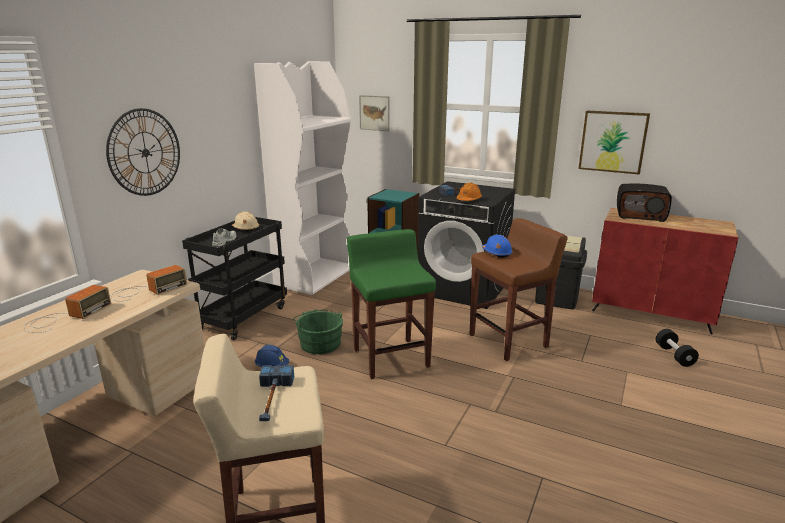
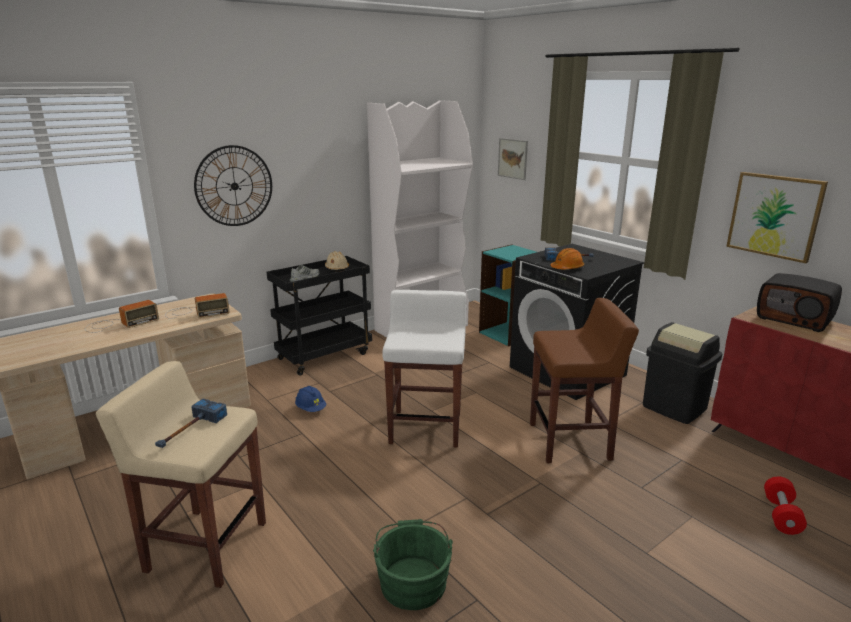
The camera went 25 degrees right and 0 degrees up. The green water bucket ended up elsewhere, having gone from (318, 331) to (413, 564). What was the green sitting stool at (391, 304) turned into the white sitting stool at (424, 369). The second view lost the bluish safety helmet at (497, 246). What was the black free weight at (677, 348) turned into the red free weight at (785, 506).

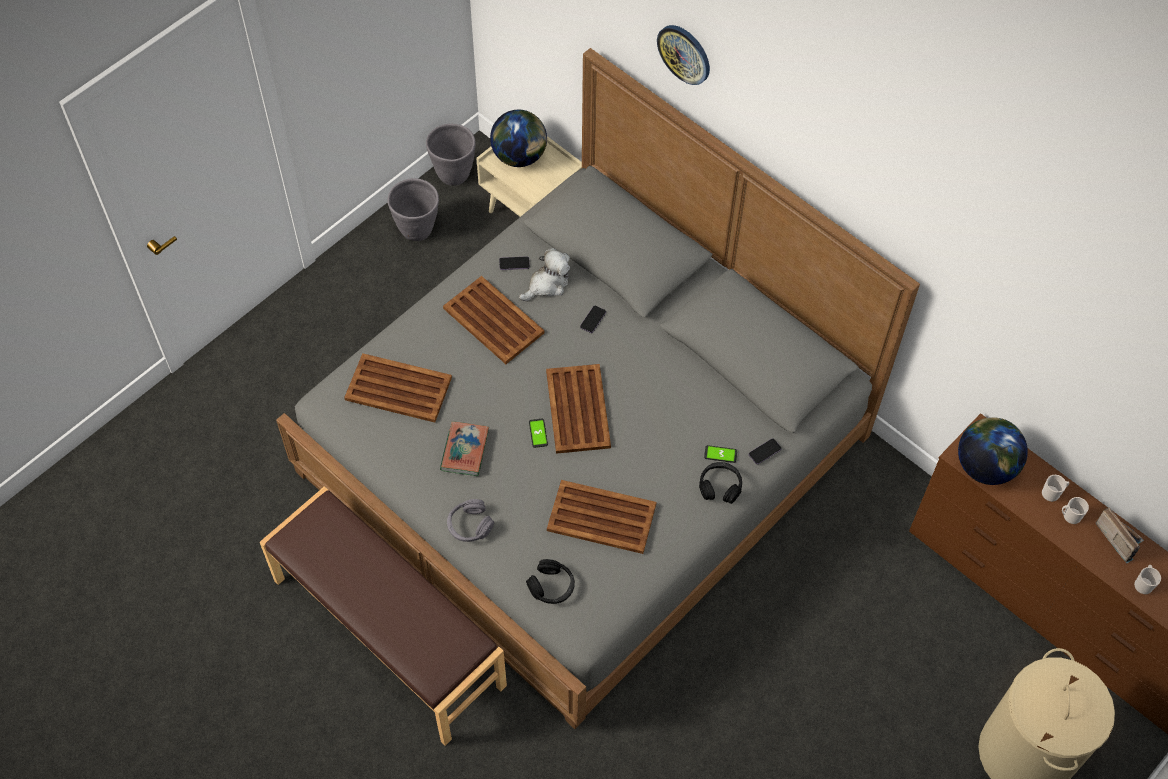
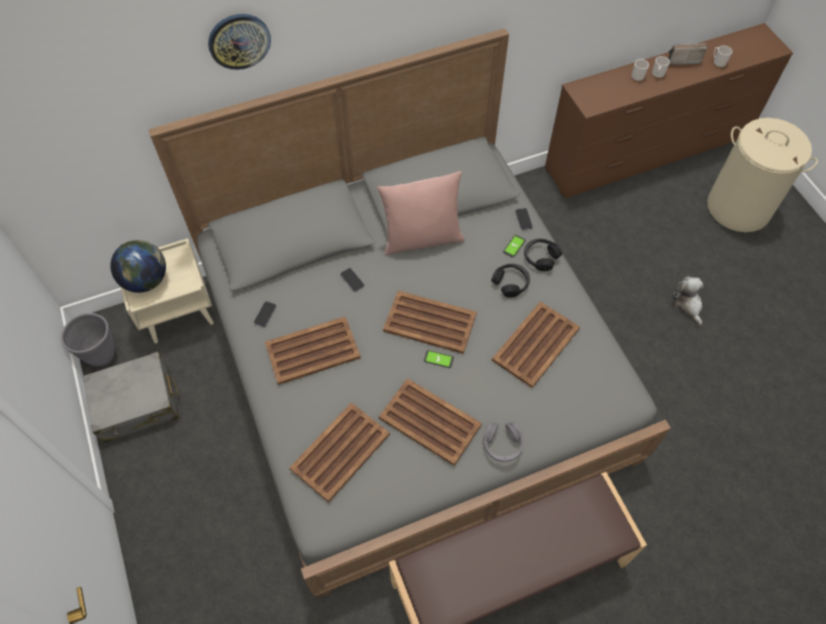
The camera went 65 degrees left and 0 degrees up. Where the greyish plant pot stood at (413, 209), the greyish suitcase came to stand at (131, 397). Where the volume stood at (464, 448), the brownish carrying tray came to stand at (430, 422). The soft toy ended up elsewhere, having gone from (544, 274) to (688, 301). The black headset ended up elsewhere, having gone from (550, 581) to (510, 281). The second view lost the globe at (993, 451). The second view gained the pink-coloured cushion at (421, 213).

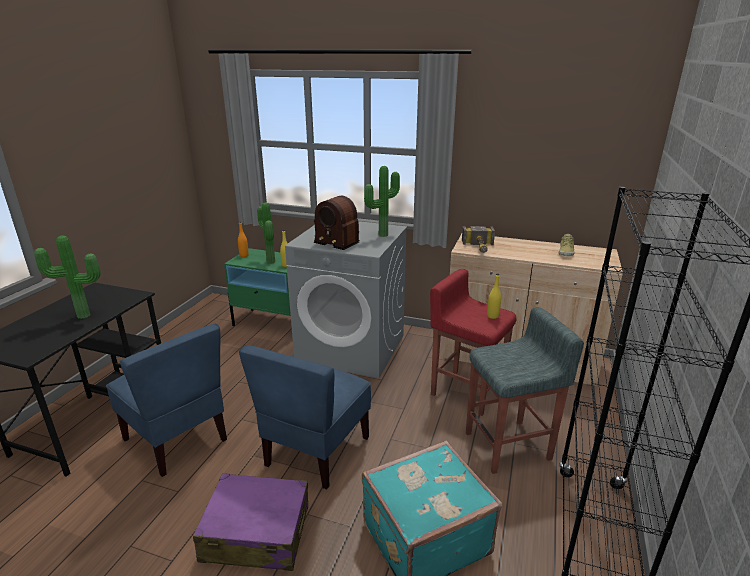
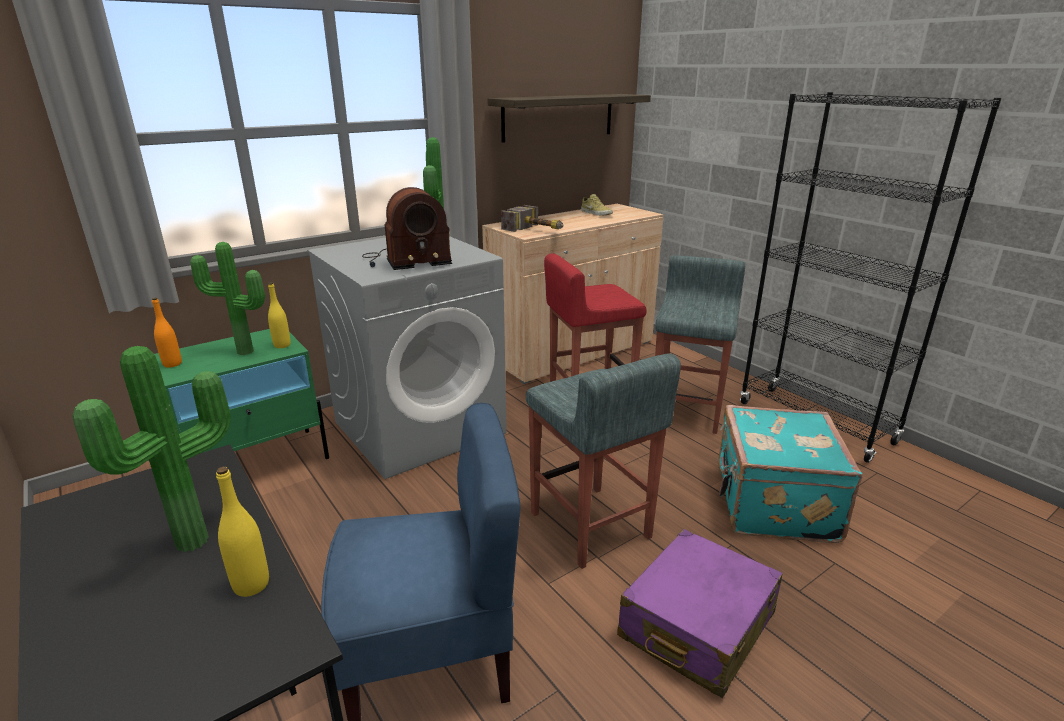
The camera went 55 degrees left and 0 degrees up. Where the bluish chair stood at (305, 417), the greyish sitting stool came to stand at (603, 461). The yellowish beverage bottle ended up elsewhere, having gone from (494, 296) to (242, 532). The second view gained the wall shelf at (569, 118).

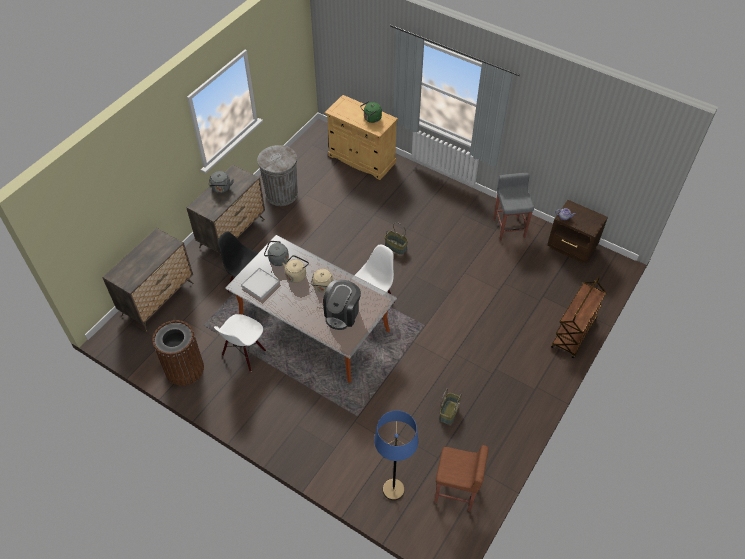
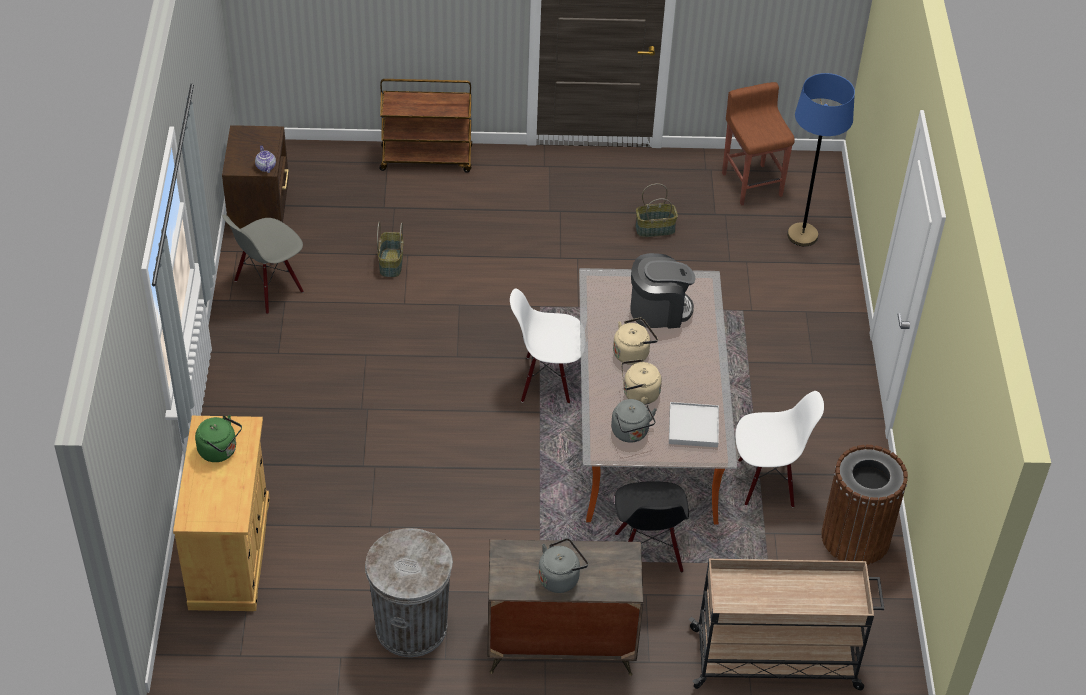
The camera went 125 degrees left and 5 degrees down. Where the drawer chest stood at (148, 279), the beige-coloured cart came to stand at (786, 624). The storage basket ended up elsewhere, having gone from (396, 238) to (390, 249). Where the greyish sitting stool stood at (513, 207), the greyish chair came to stand at (263, 264).

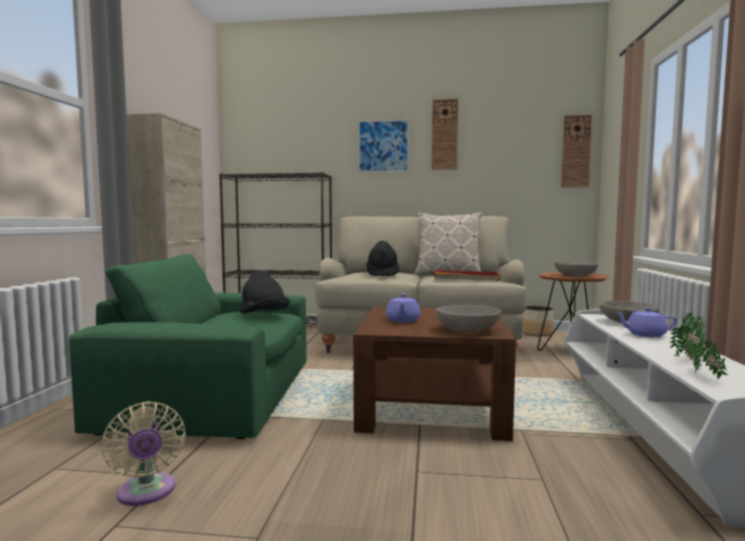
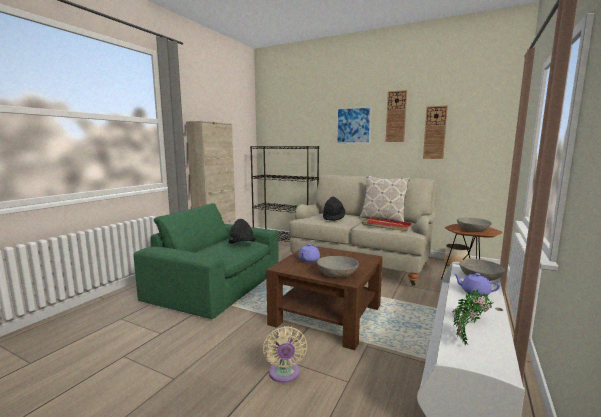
The camera went 20 degrees right and 5 degrees up. The beige-coloured electric fan ended up elsewhere, having gone from (143, 453) to (285, 354). The hanging clock ended up elsewhere, having gone from (576, 150) to (435, 132).

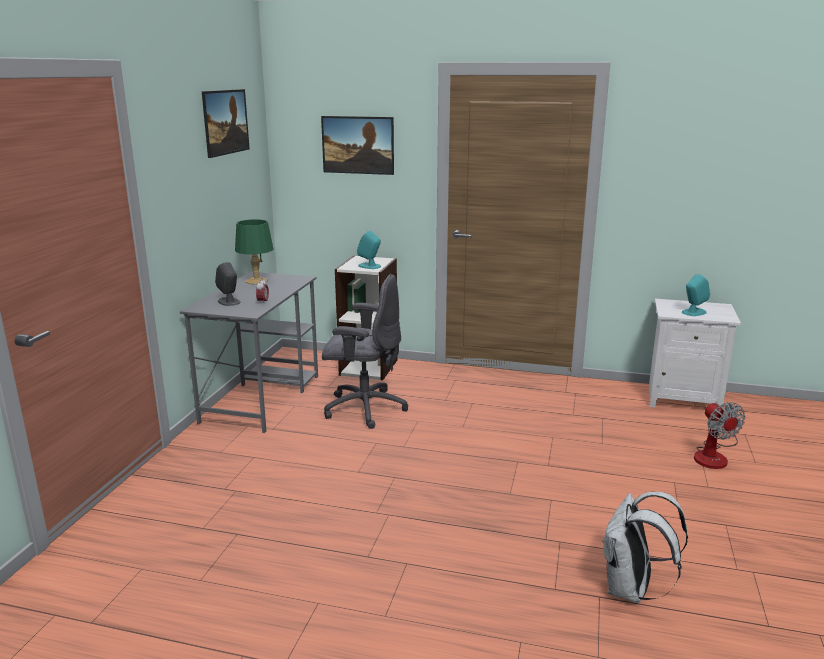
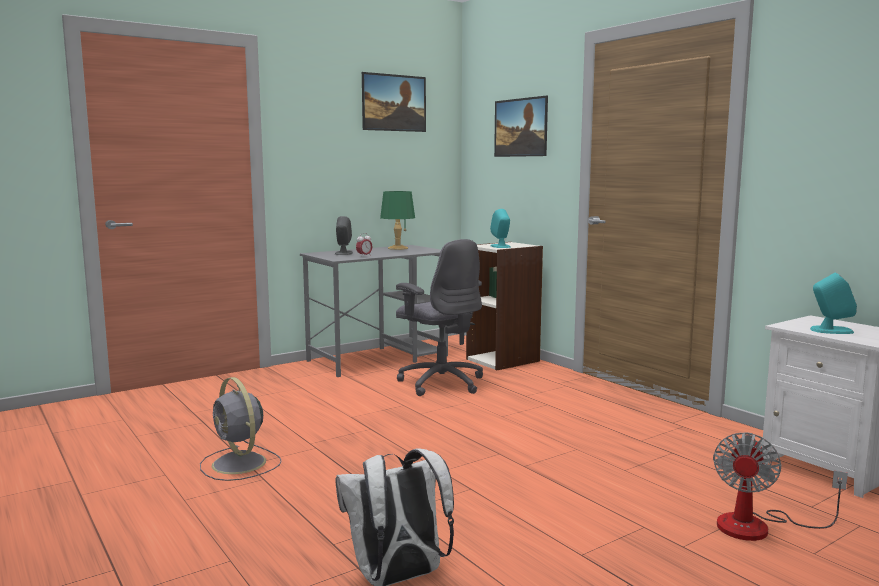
The camera went 40 degrees right and 10 degrees down. The second view gained the greyish electric fan at (241, 429).

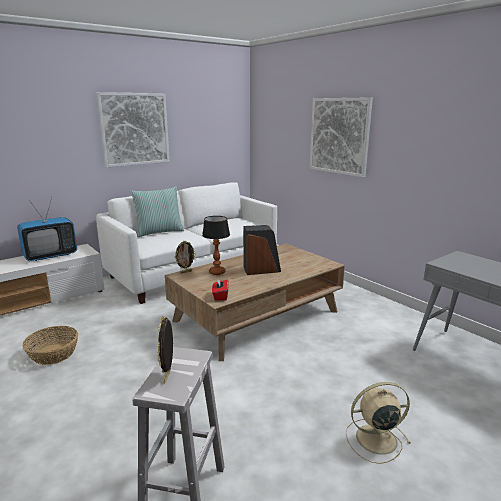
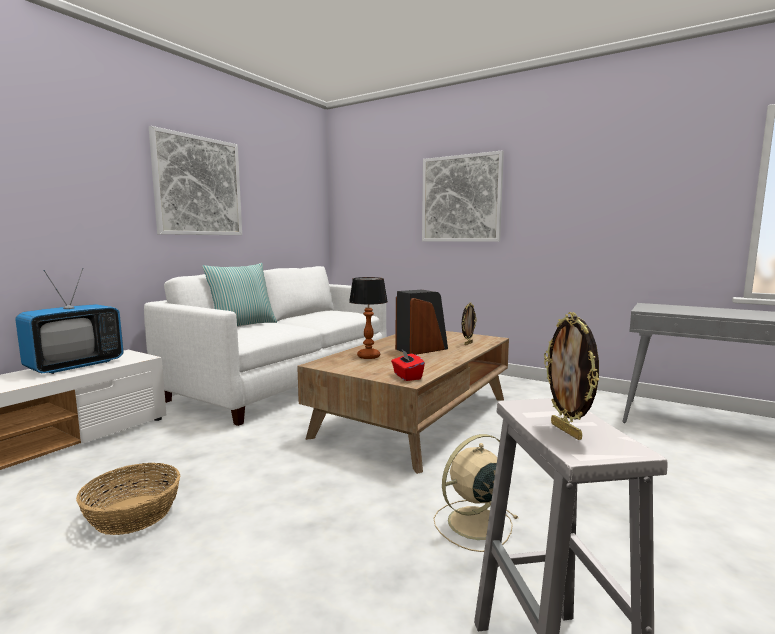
The camera went 20 degrees left and 10 degrees down. The picture frame ended up elsewhere, having gone from (185, 257) to (469, 324). The beige-coloured electric fan ended up elsewhere, having gone from (378, 423) to (476, 493).

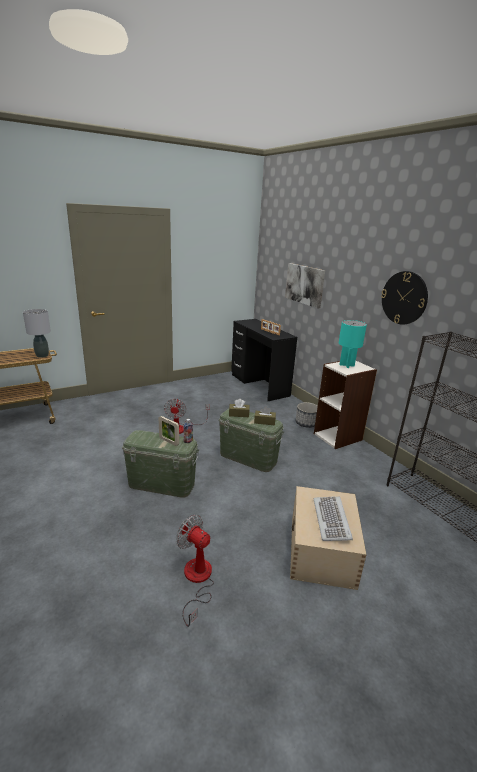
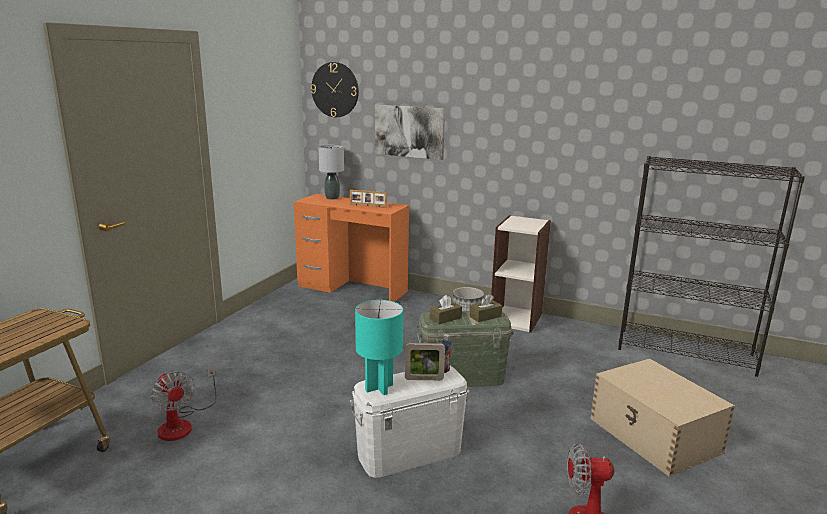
The camera went 35 degrees left and 5 degrees down. The greyish lamp for a table ended up elsewhere, having gone from (37, 333) to (331, 172). What was the green storage bin at (160, 464) turned into the white storage bin at (409, 422). The electric fan ended up elsewhere, having gone from (187, 416) to (184, 403). What was the black desk unit at (264, 360) turned into the orange desk unit at (351, 248). The second view lost the PC keyboard at (333, 518). The turquoise-coloured lamp for a table ended up elsewhere, having gone from (353, 344) to (379, 347). The hanging clock ended up elsewhere, having gone from (404, 298) to (335, 89).

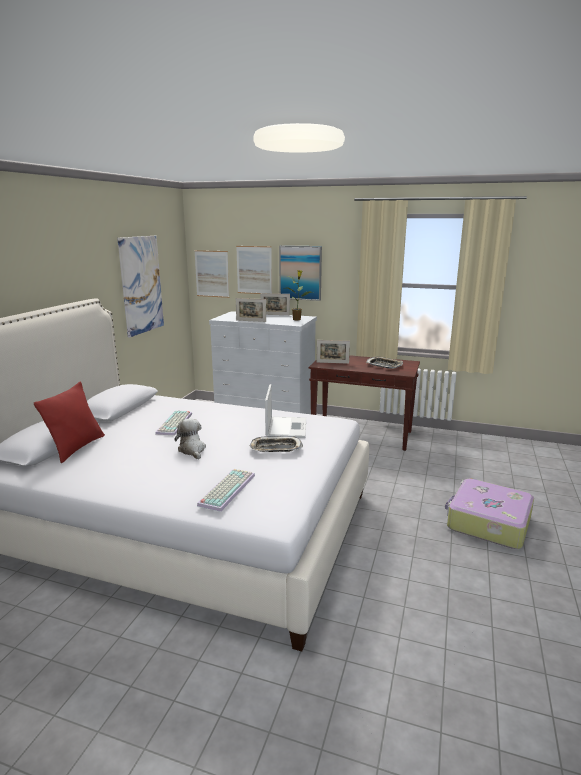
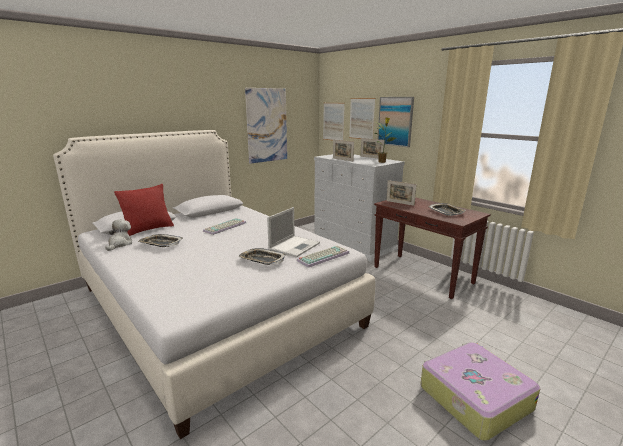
The camera went 30 degrees right and 0 degrees up. The soft toy ended up elsewhere, having gone from (190, 439) to (118, 235). The PC keyboard ended up elsewhere, having gone from (226, 490) to (323, 257). The second view gained the carrying tray at (160, 240).

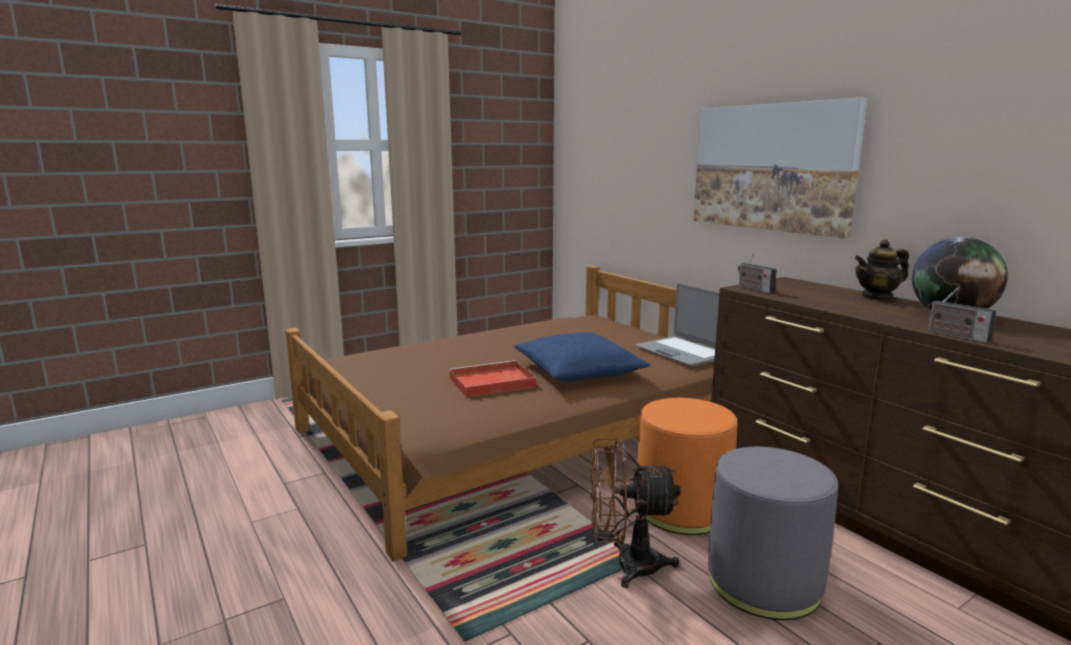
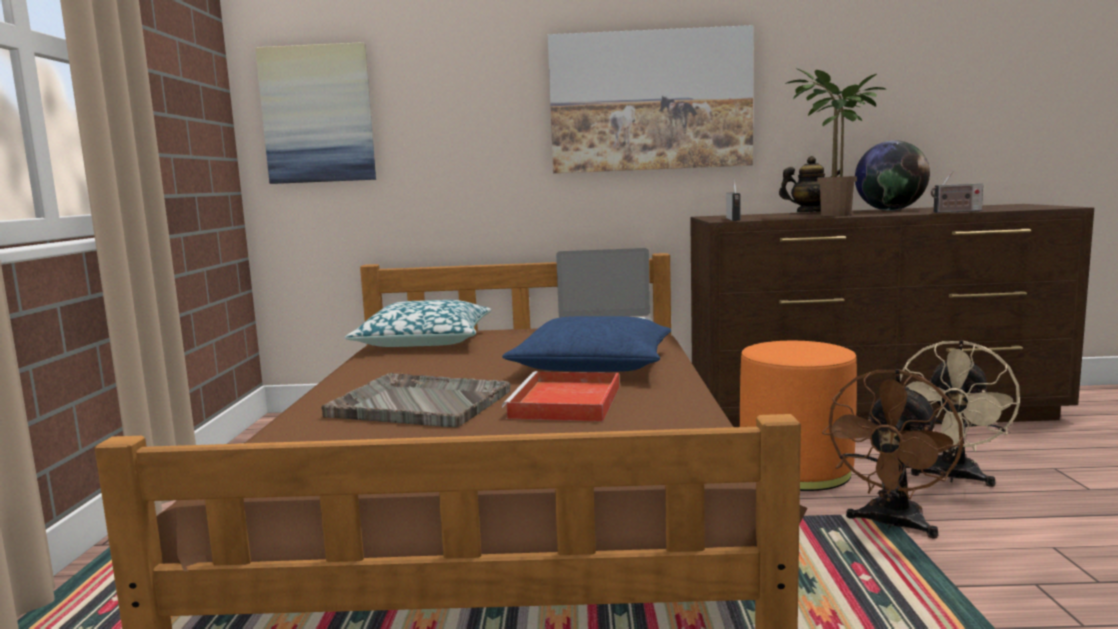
The camera went 55 degrees left and 5 degrees down. Where the greyish pouffe stood at (773, 533), the beige-coloured electric fan came to stand at (960, 413). The radio set at (757, 273) ended up facing another way, 90 degrees counterclockwise from before. The pot for tea at (882, 270) ended up facing another way, 105 degrees counterclockwise from before. The second view gained the picture at (315, 113). The second view gained the greyish carrying tray at (415, 400). The second view gained the cushion at (418, 323). The second view gained the potted plant at (836, 142).

